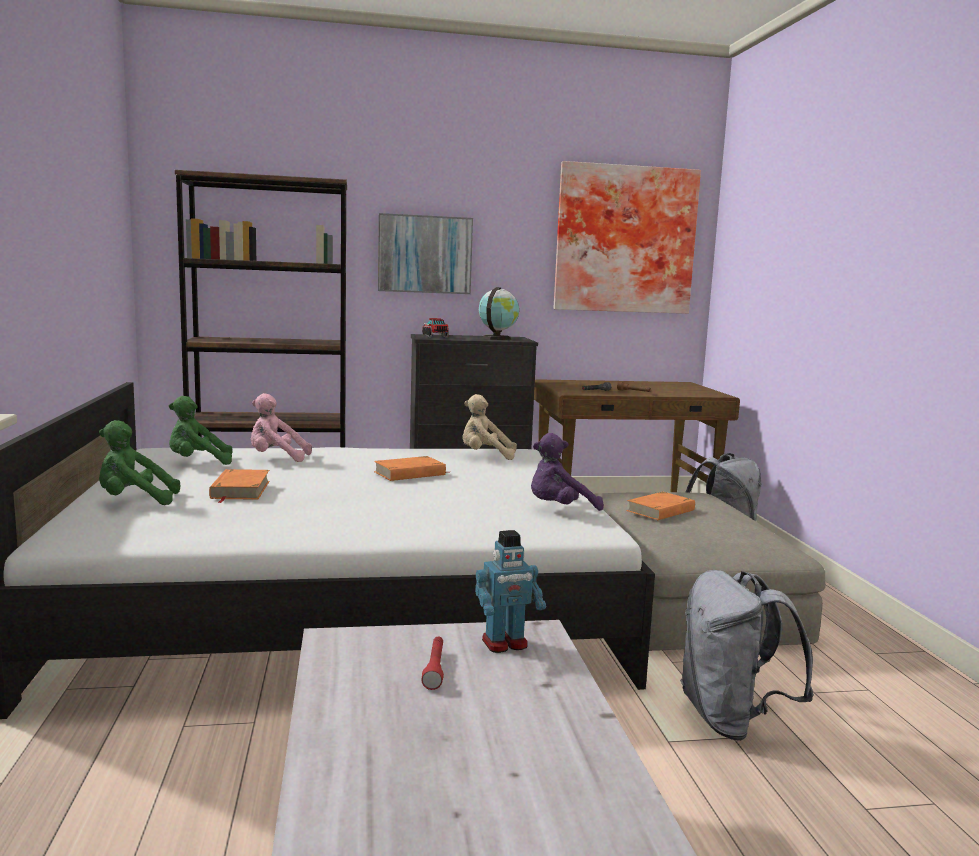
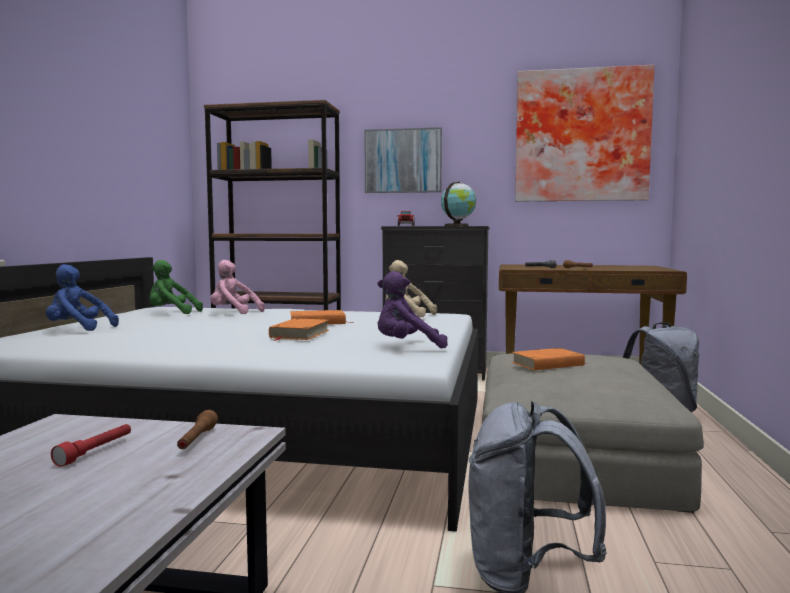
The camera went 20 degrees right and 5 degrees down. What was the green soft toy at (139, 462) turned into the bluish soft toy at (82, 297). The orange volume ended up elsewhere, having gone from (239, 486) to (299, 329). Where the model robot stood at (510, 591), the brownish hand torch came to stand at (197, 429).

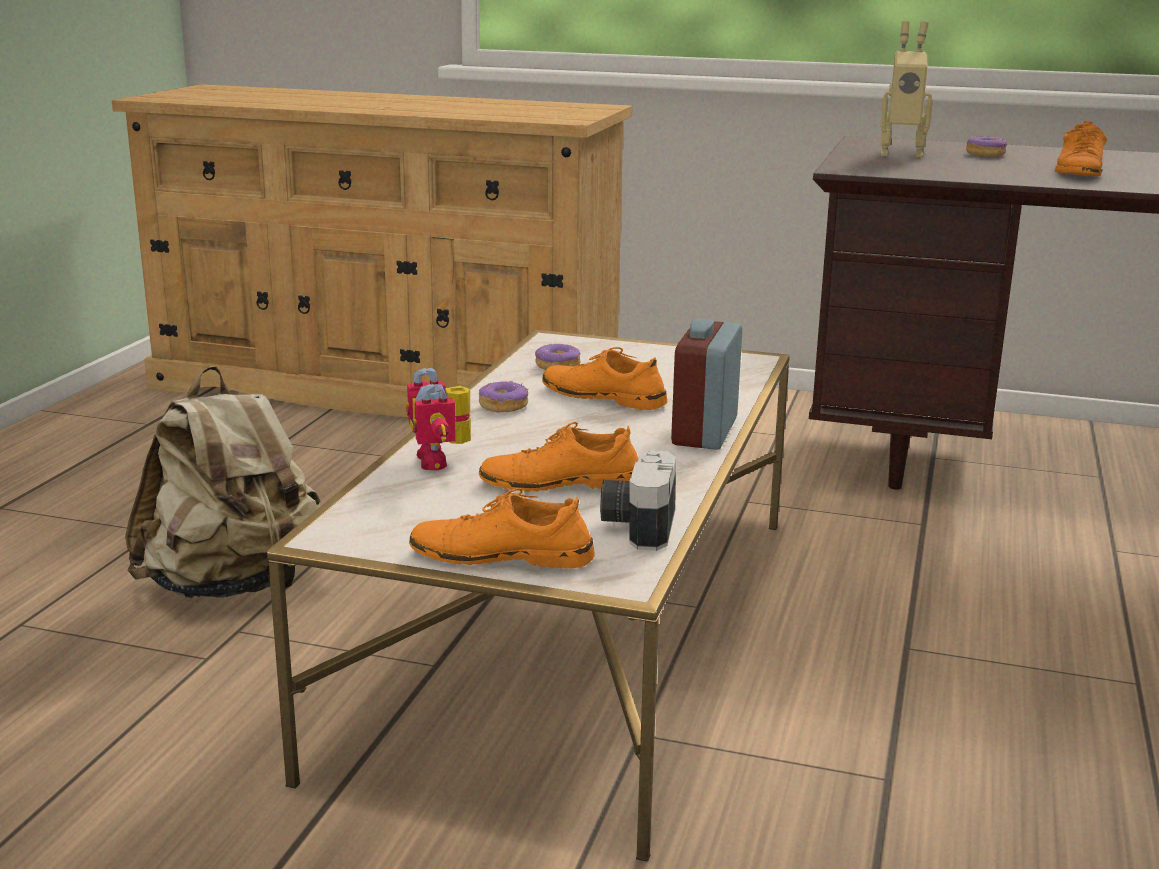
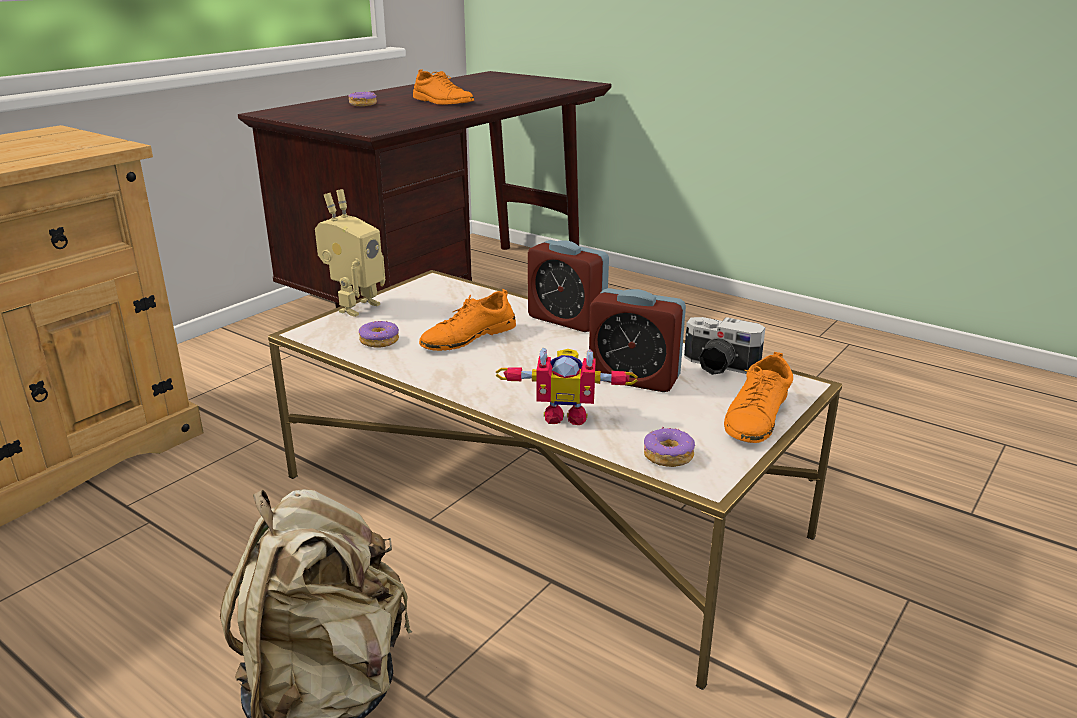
The camera went 70 degrees left and 5 degrees up. The ring doughnut ended up elsewhere, having gone from (503, 397) to (669, 447). Where the orange shoe stood at (559, 456), the alarm clock came to stand at (637, 340). The model robot ended up elsewhere, having gone from (906, 89) to (350, 253).

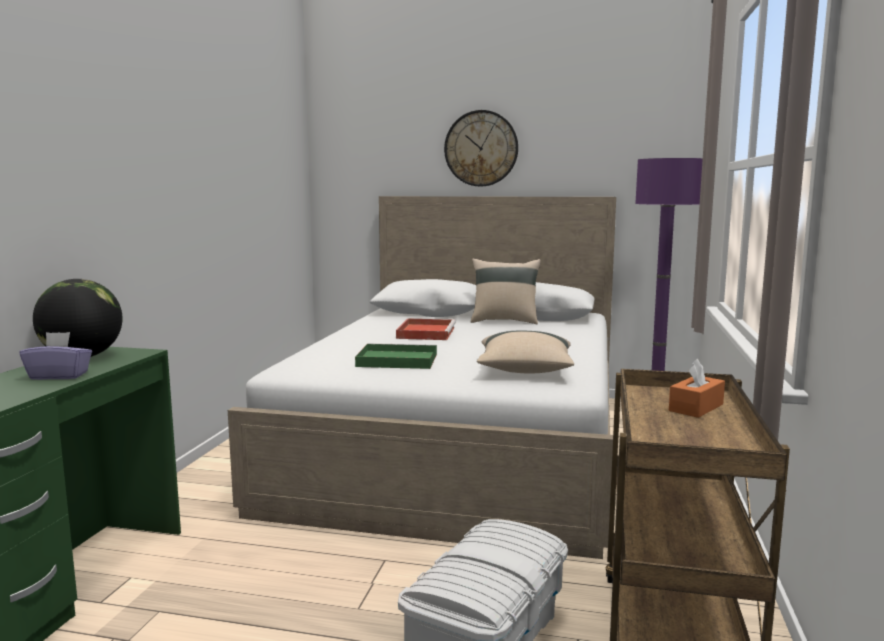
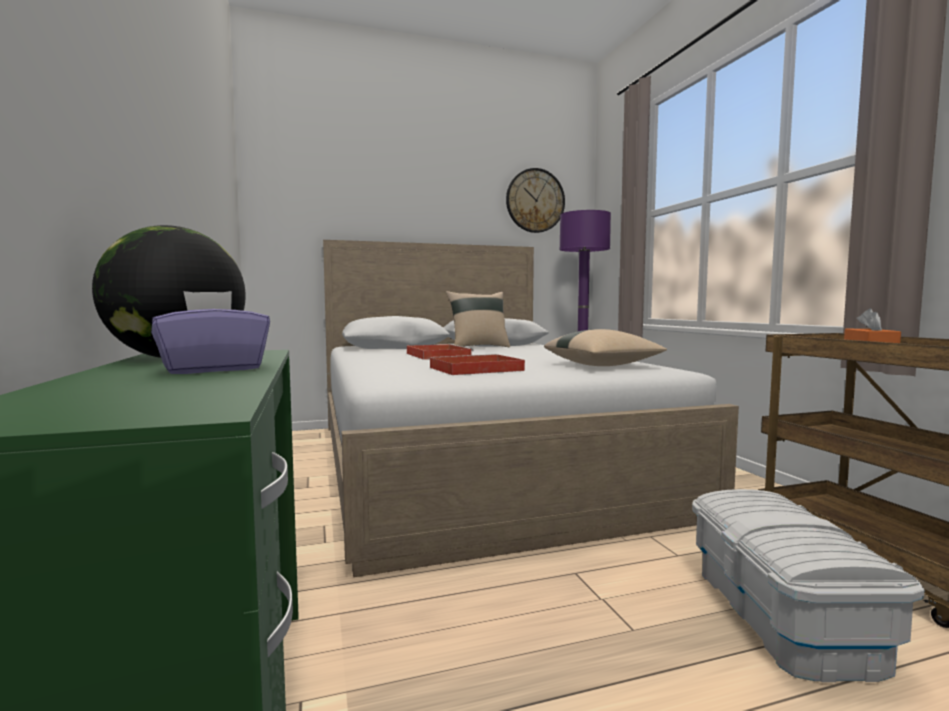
The camera went 30 degrees left and 5 degrees down. What was the green carrying tray at (396, 356) turned into the red carrying tray at (477, 364). The hanging clock ended up elsewhere, having gone from (481, 148) to (535, 200).

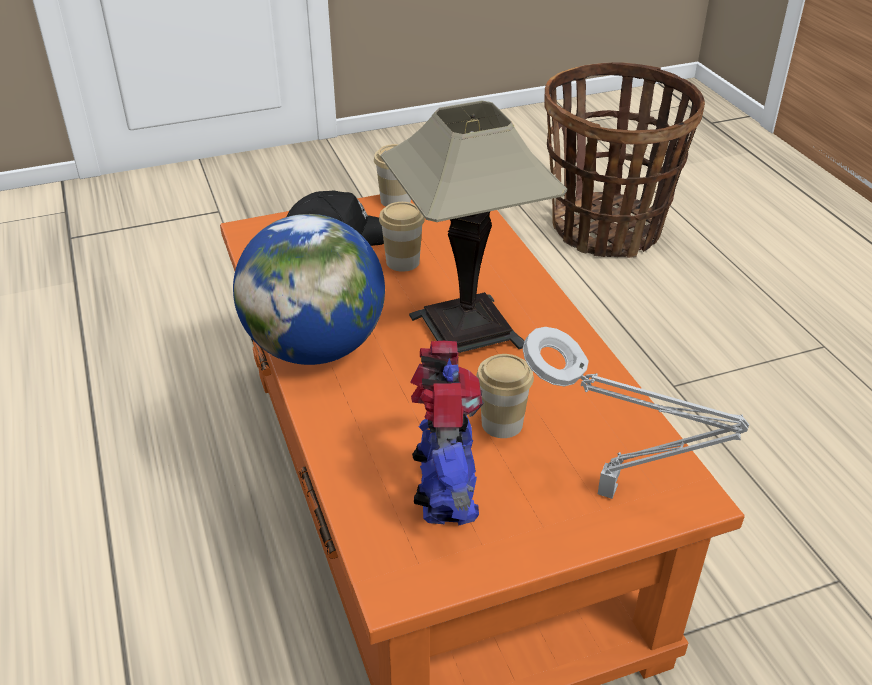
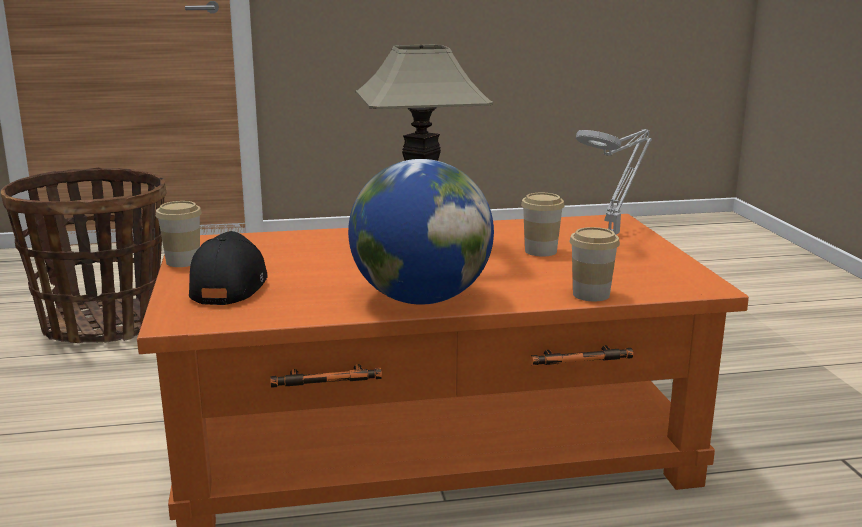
The camera went 80 degrees left and 20 degrees down. The cup ended up elsewhere, having gone from (402, 237) to (594, 264). The second view lost the model robot at (447, 433).

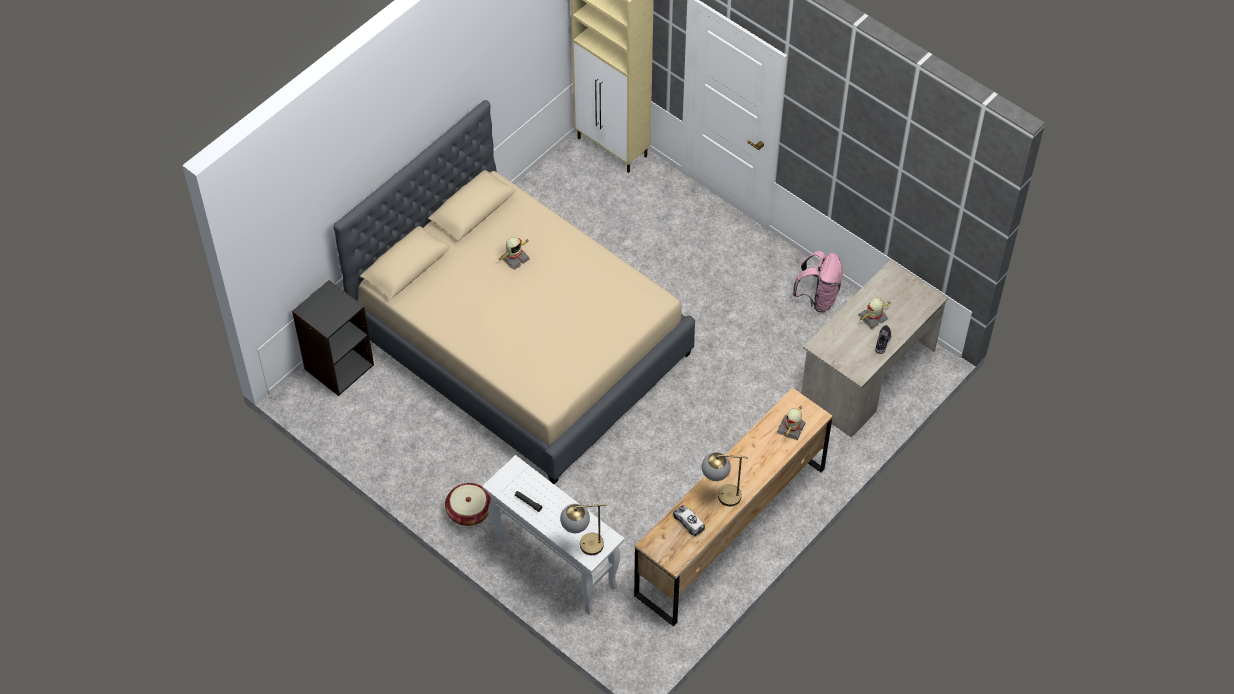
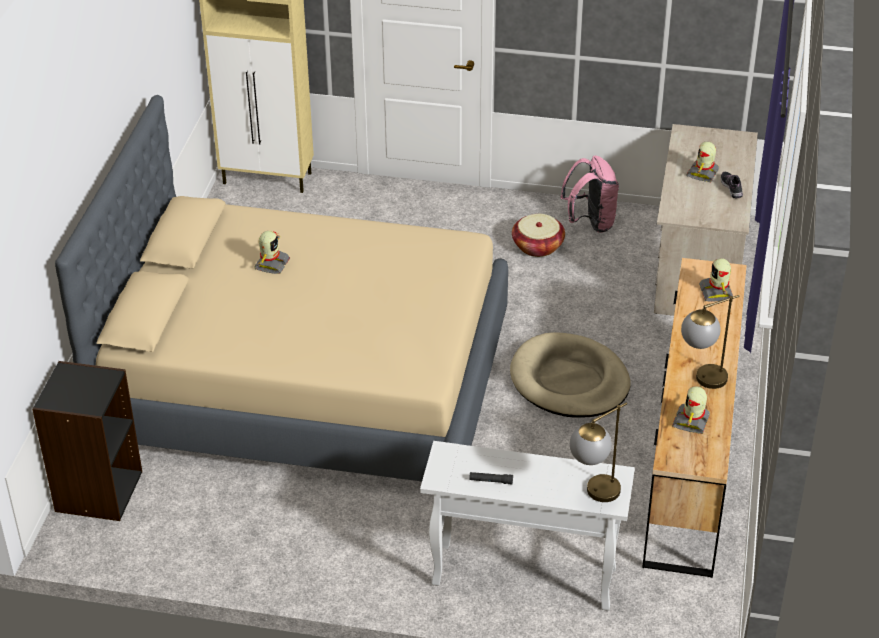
The camera went 30 degrees left and 15 degrees down. The storage basket ended up elsewhere, having gone from (468, 504) to (538, 235). Where the model truck stood at (689, 521), the model robot came to stand at (691, 410). The second view gained the beige-coloured dog bed at (570, 375).

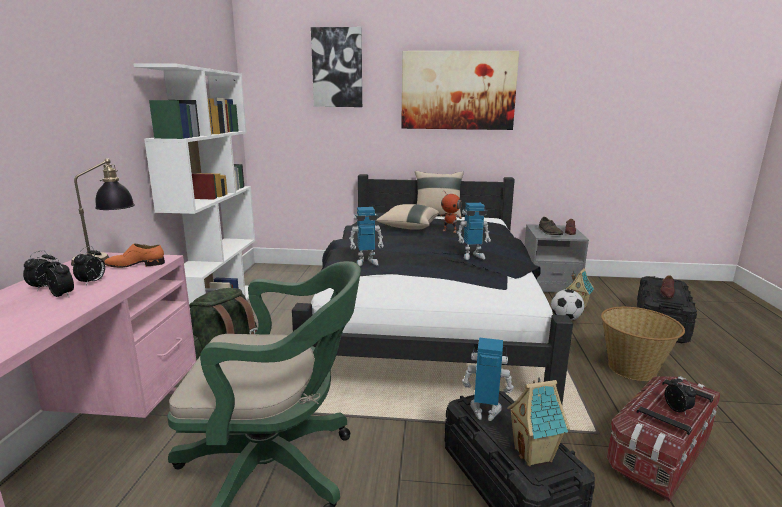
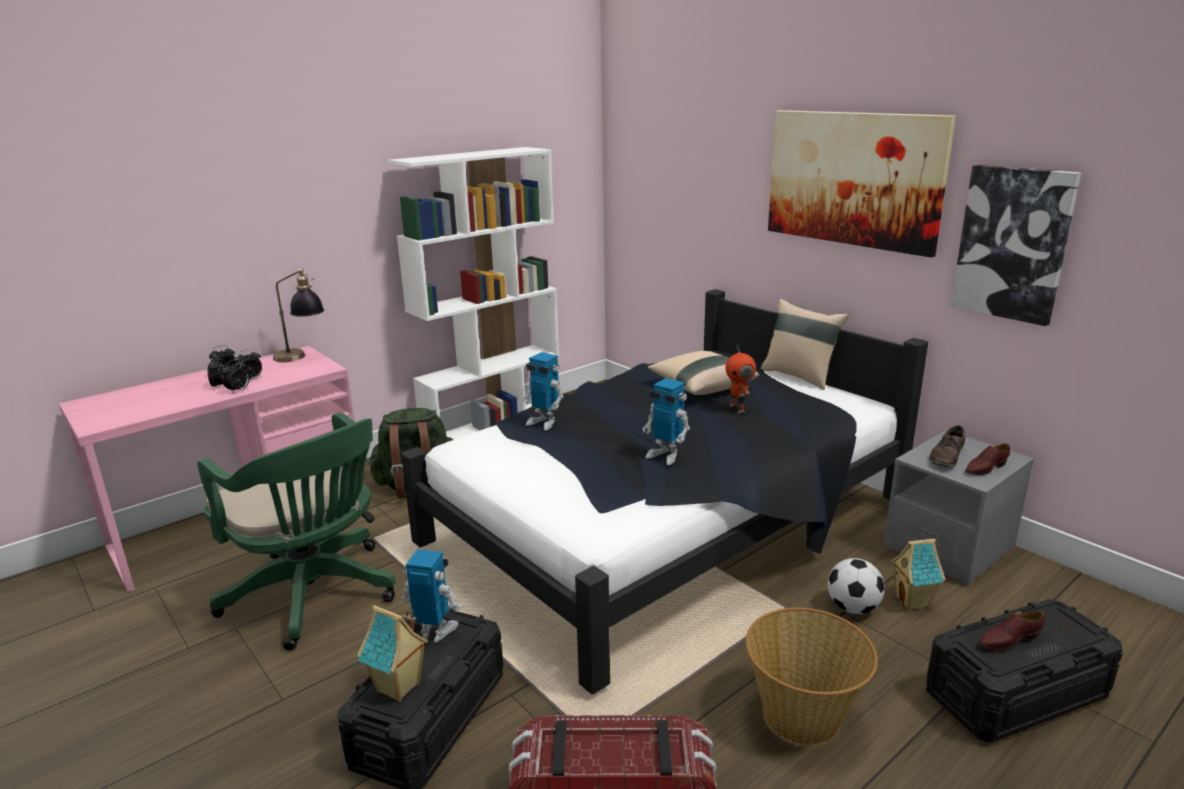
The camera went 45 degrees right and 5 degrees up. The second view lost the orange shoe at (134, 256). The picture ended up elsewhere, having gone from (336, 67) to (1015, 245). The model robot at (488, 379) ended up facing another way, 45 degrees counterclockwise from before. The alarm clock ended up elsewhere, having gone from (680, 395) to (236, 376).

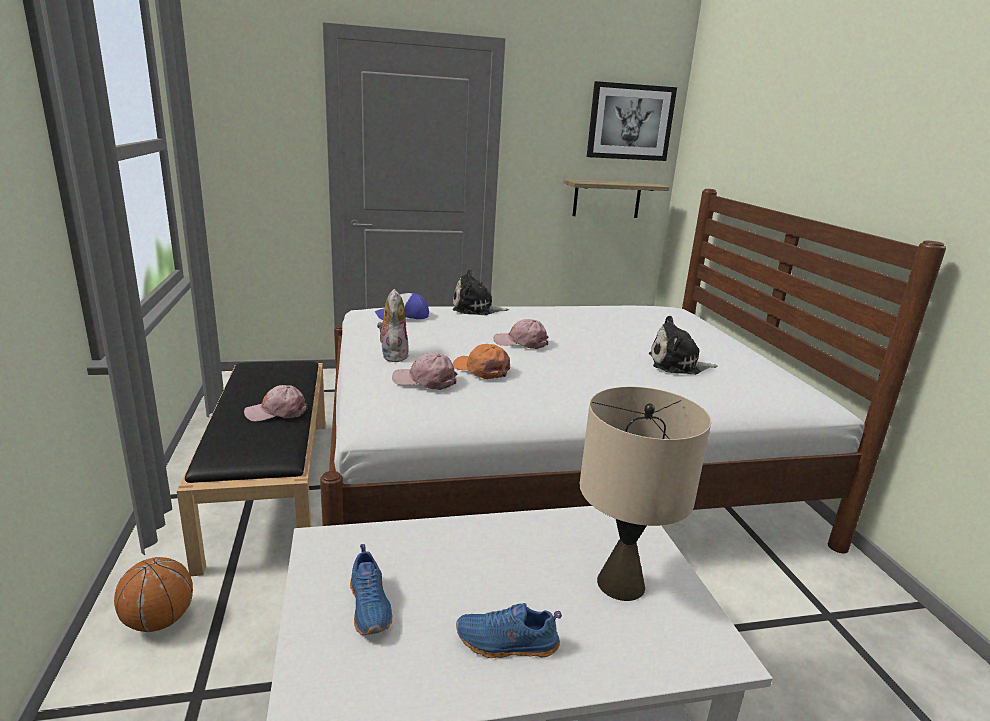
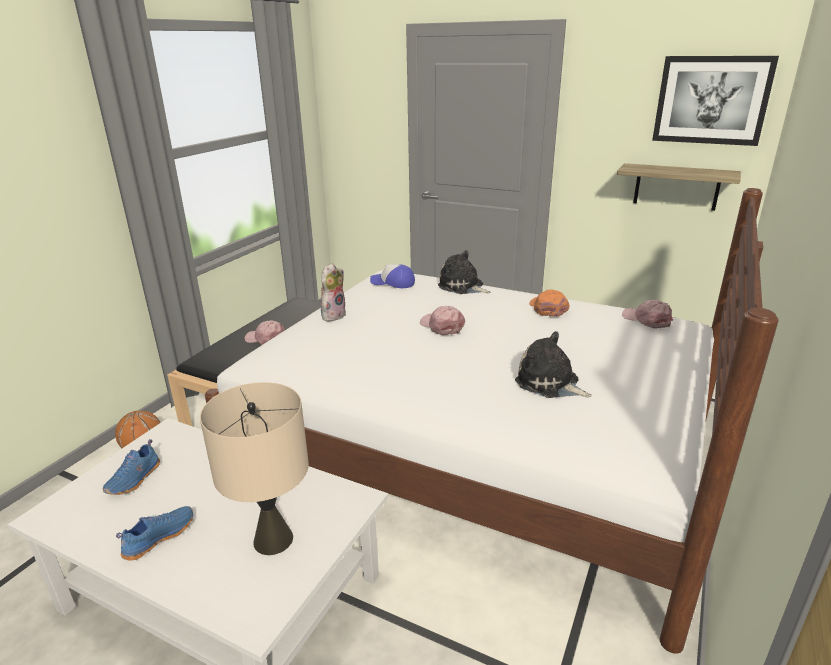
The camera went 40 degrees right and 5 degrees up. The pink-coloured cap ended up elsewhere, having gone from (424, 371) to (647, 314). The orange cap ended up elsewhere, having gone from (481, 361) to (549, 303). The bluish shoe at (509, 630) ended up facing another way, 90 degrees clockwise from before.

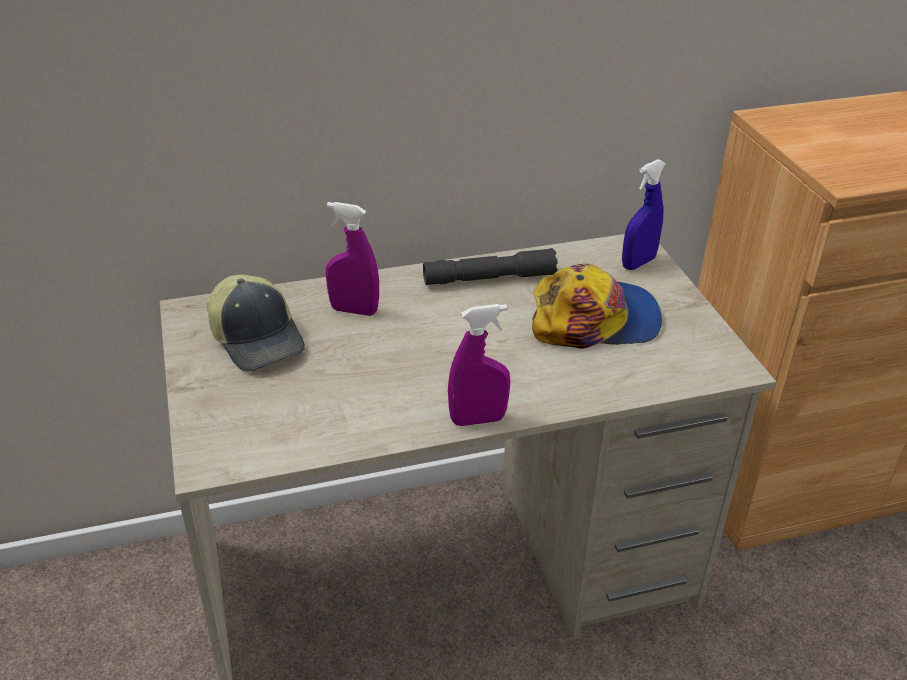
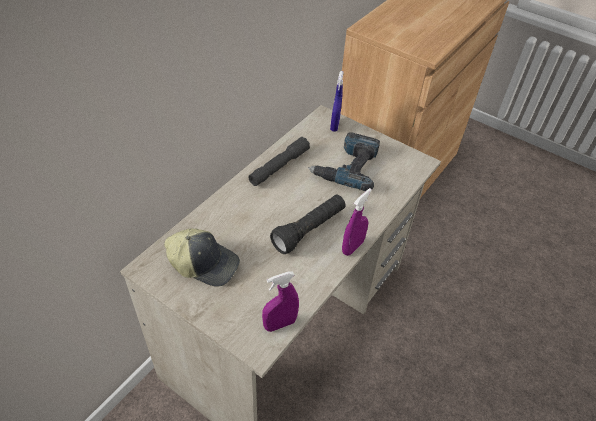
The camera went 40 degrees left and 10 degrees up. The purple hand sprayer ended up elsewhere, having gone from (352, 259) to (280, 301). Where the cap stood at (597, 306), the power drill came to stand at (344, 161). The second view gained the black hand torch at (308, 224).

